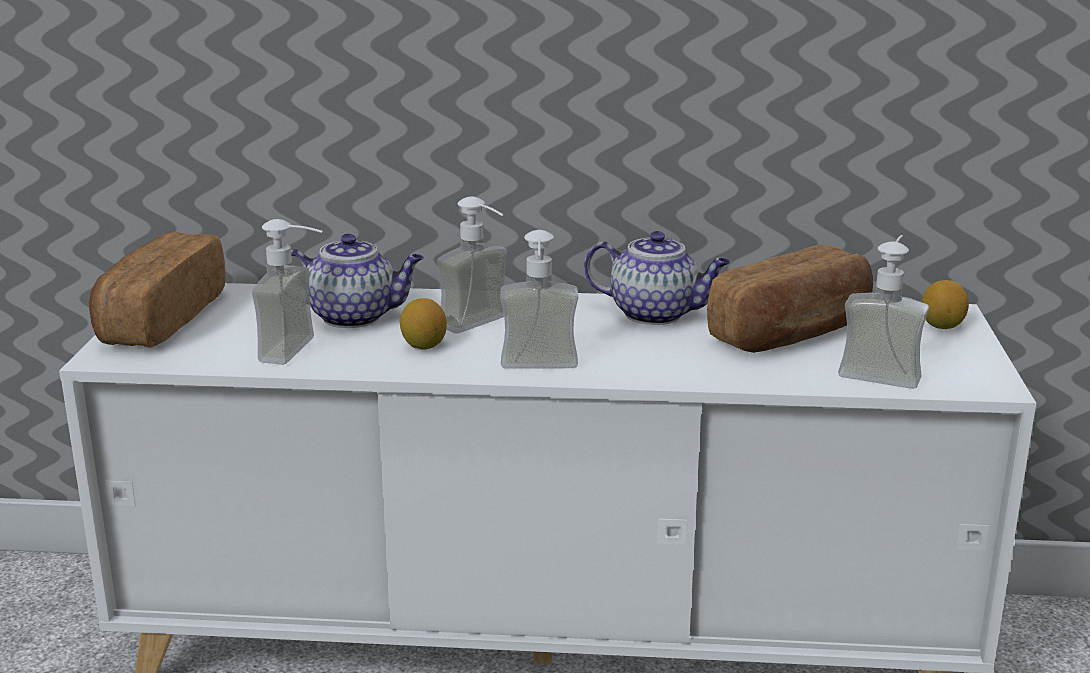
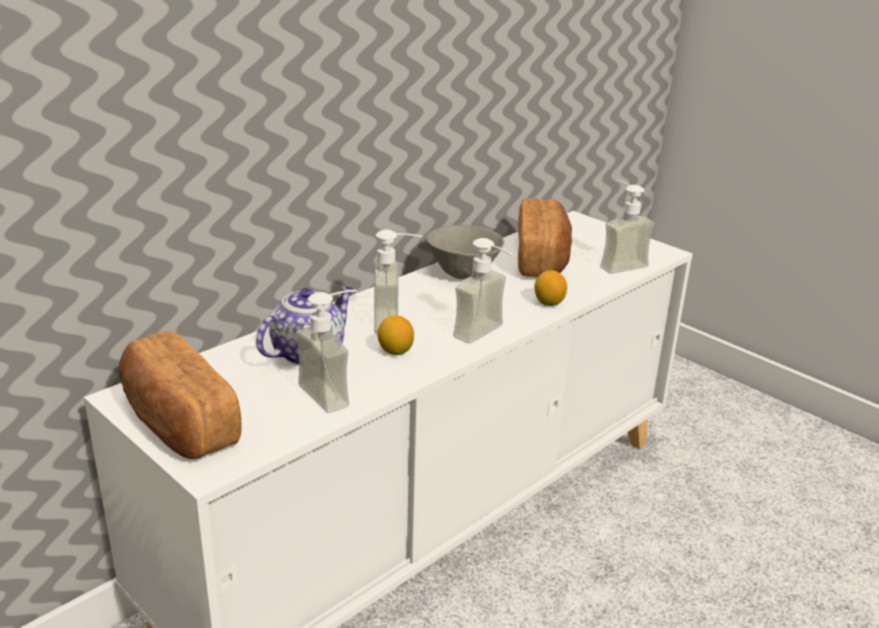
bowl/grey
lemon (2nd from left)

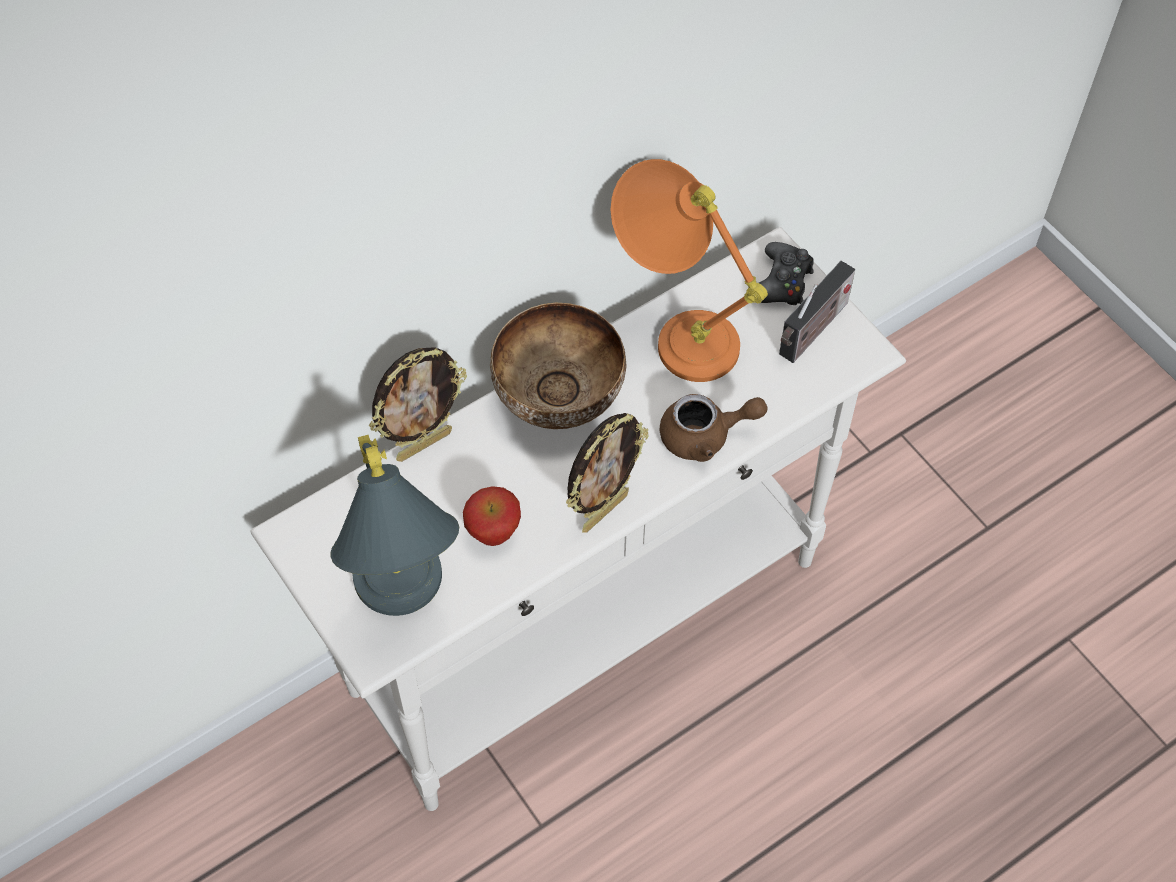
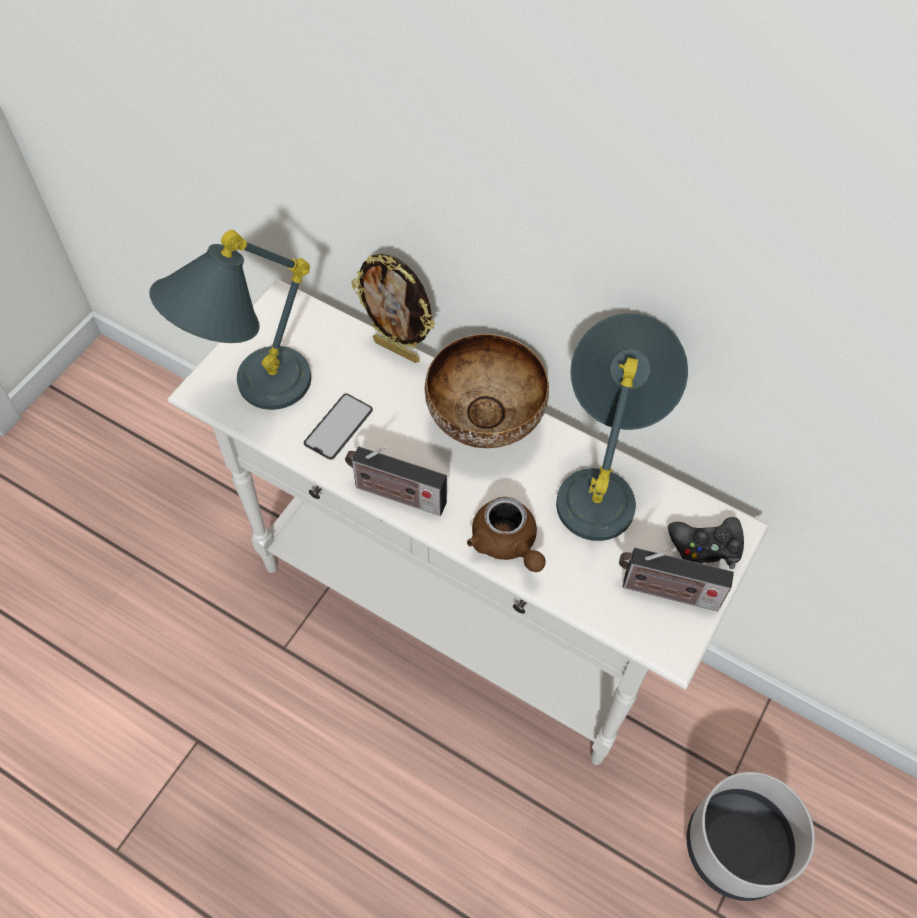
table lamp/grey (2nd from left)
radio (1st from left)
phone
planter/grey

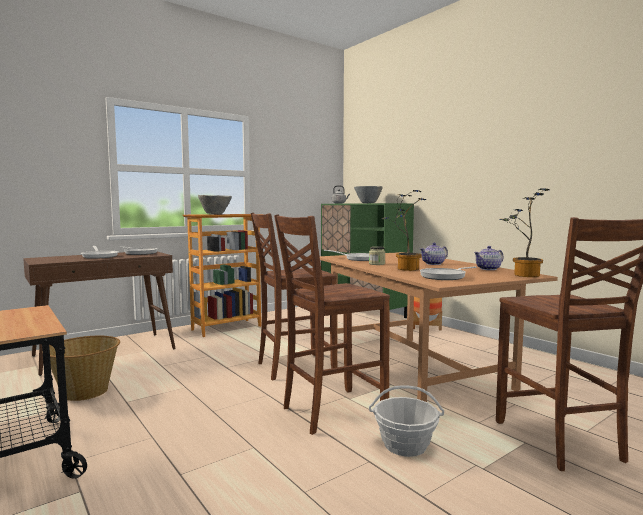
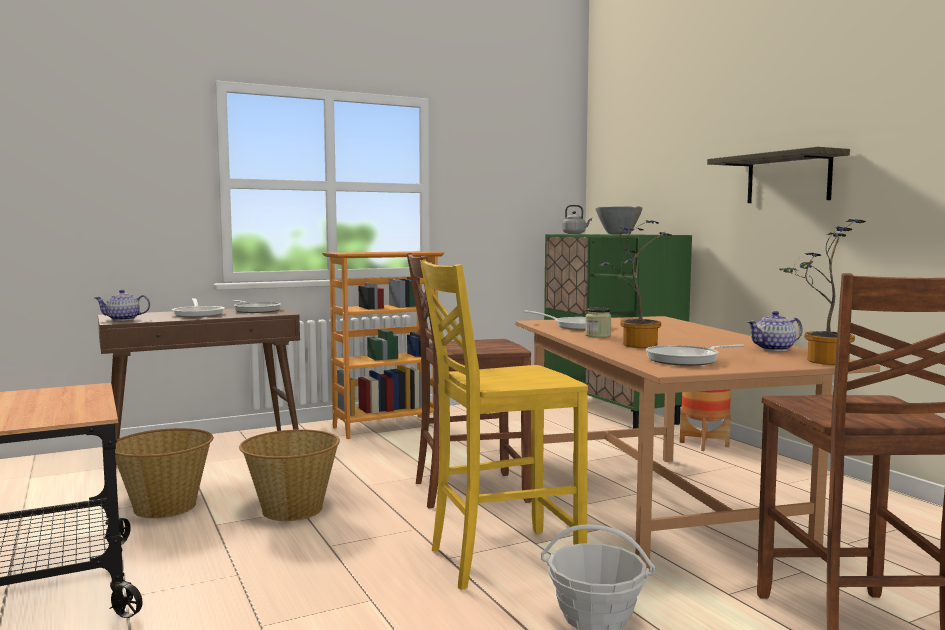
bowl/grey (1st from left in the first image)
chair/yellow
teapot (1st from left)
shelf
basket (2nd from left)

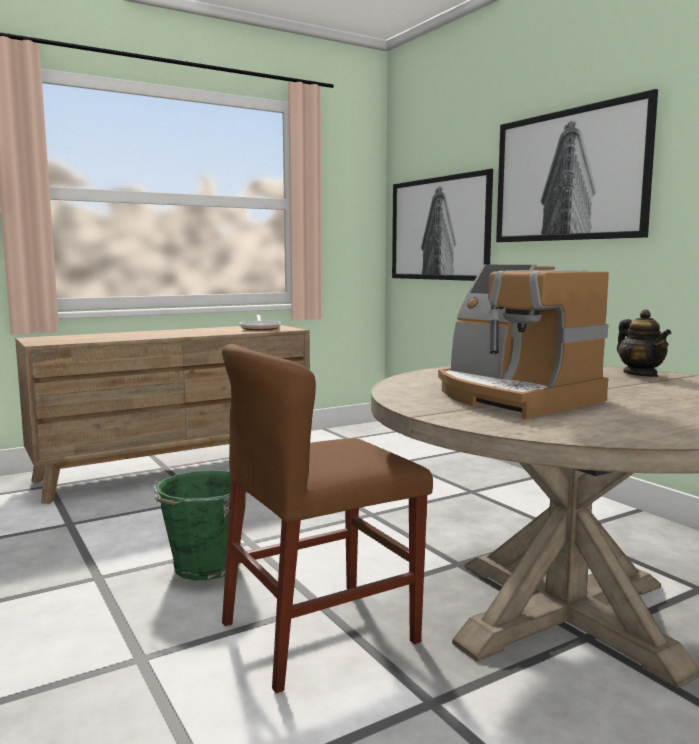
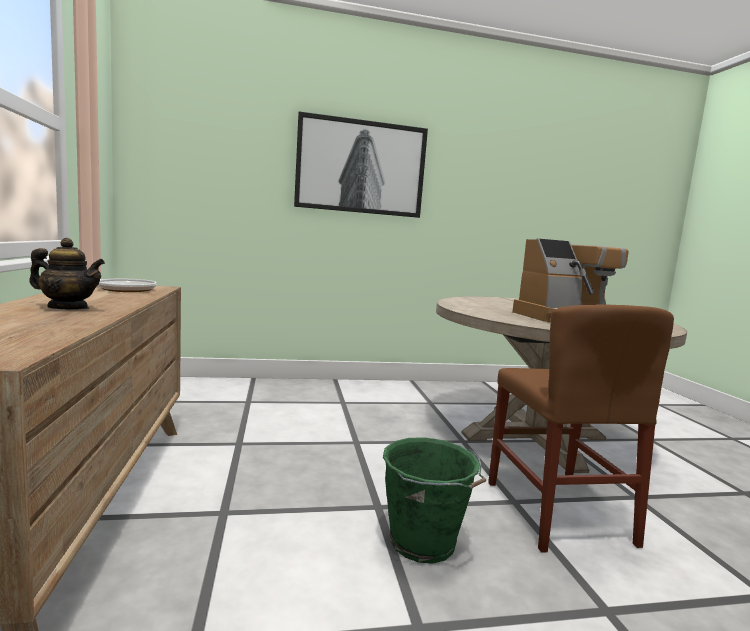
picture (1st from left in the first image)
teapot

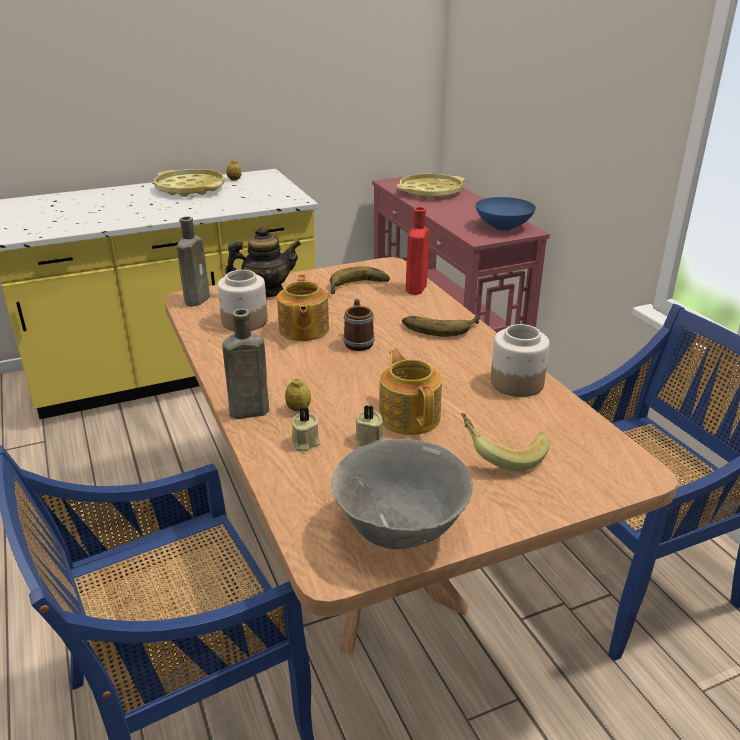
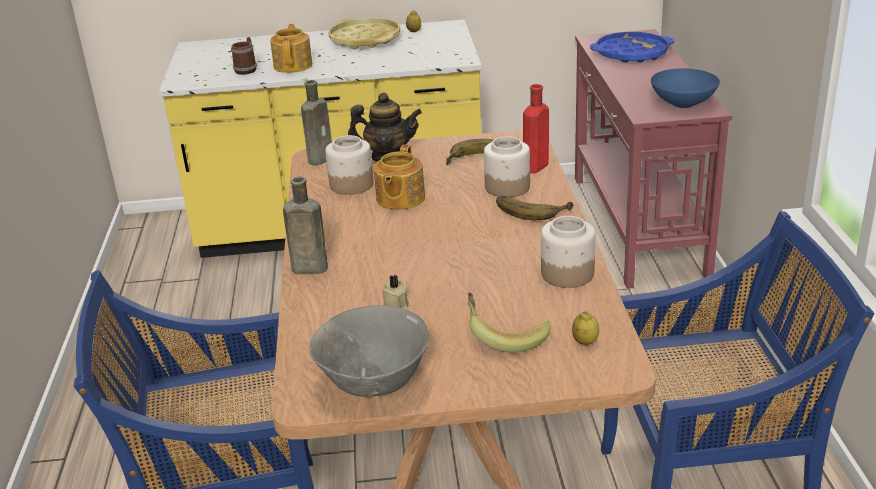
tray/blue
mug
teapot (1st from left)
lemon (2nd from left)
candle/beige (1st from left in the first image)
jar (2nd from left)

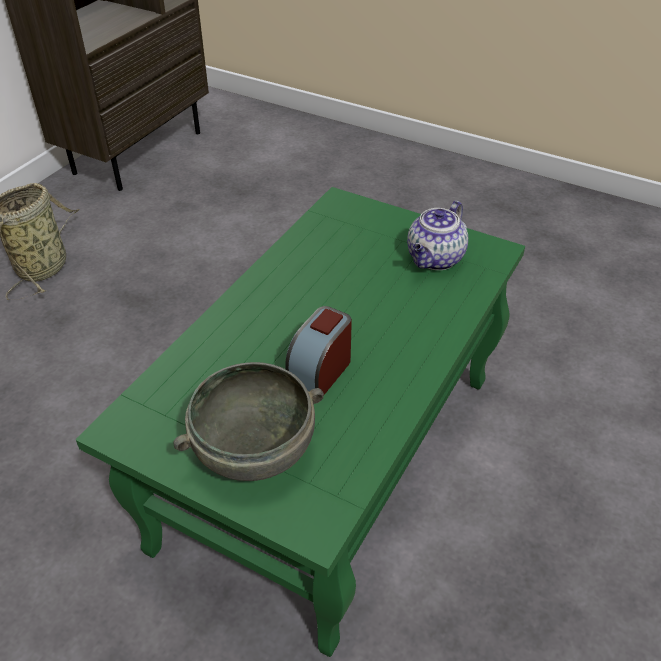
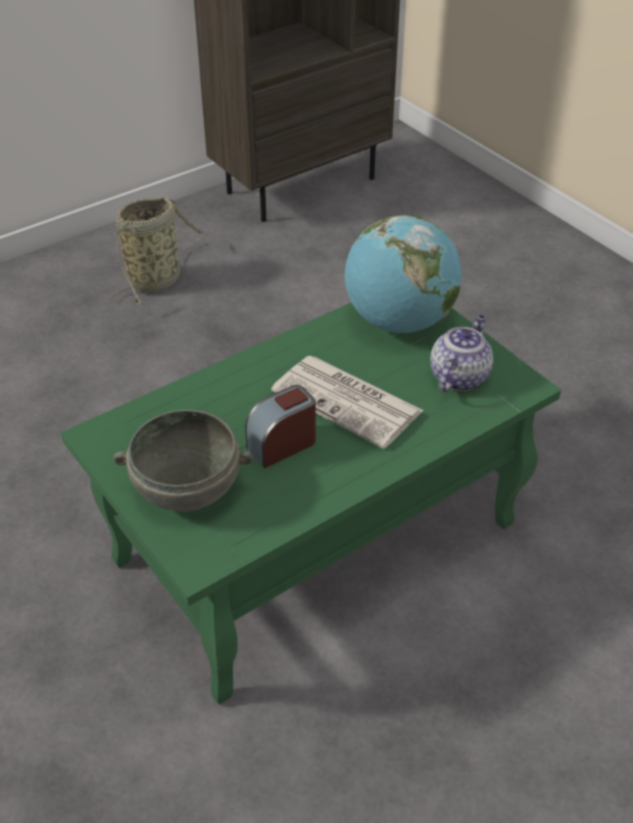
teapot
globe
newspaper

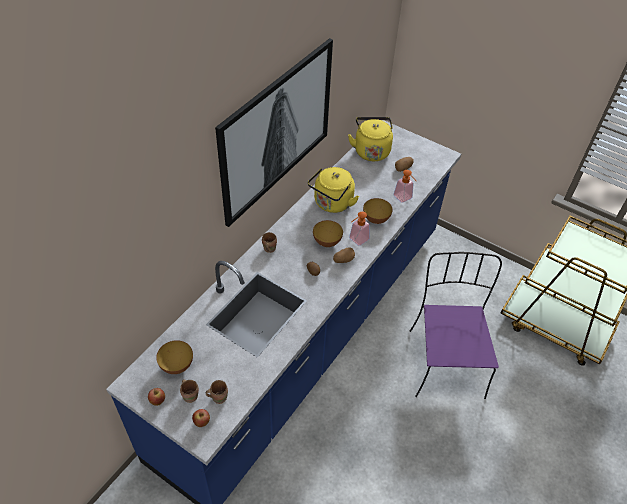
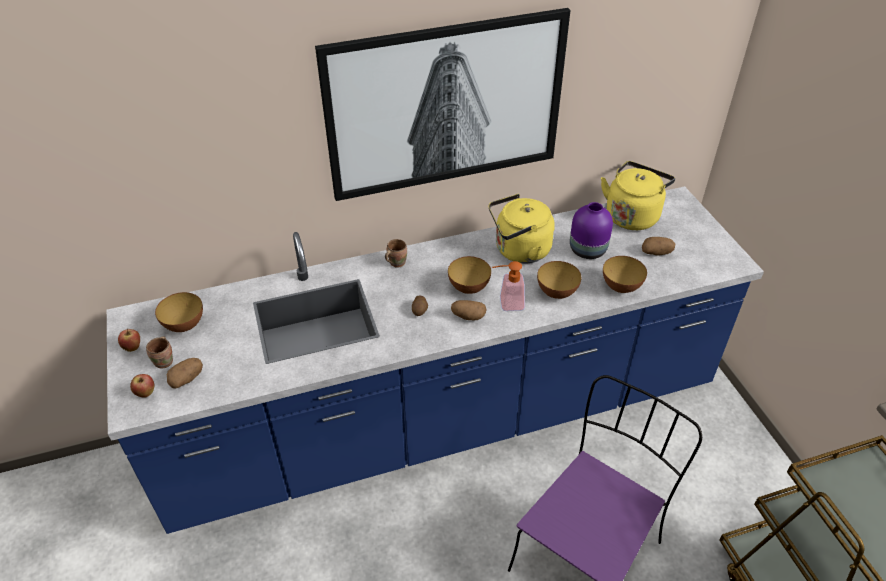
bowl (4th from left)
potato (1st from left)
vase/purple

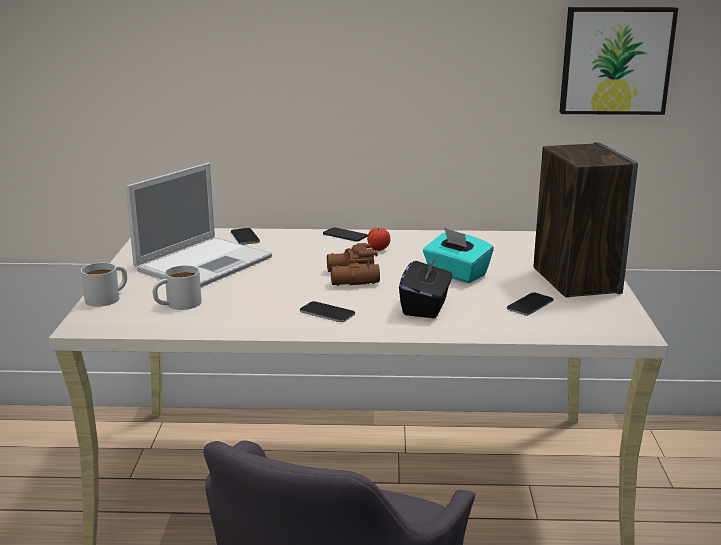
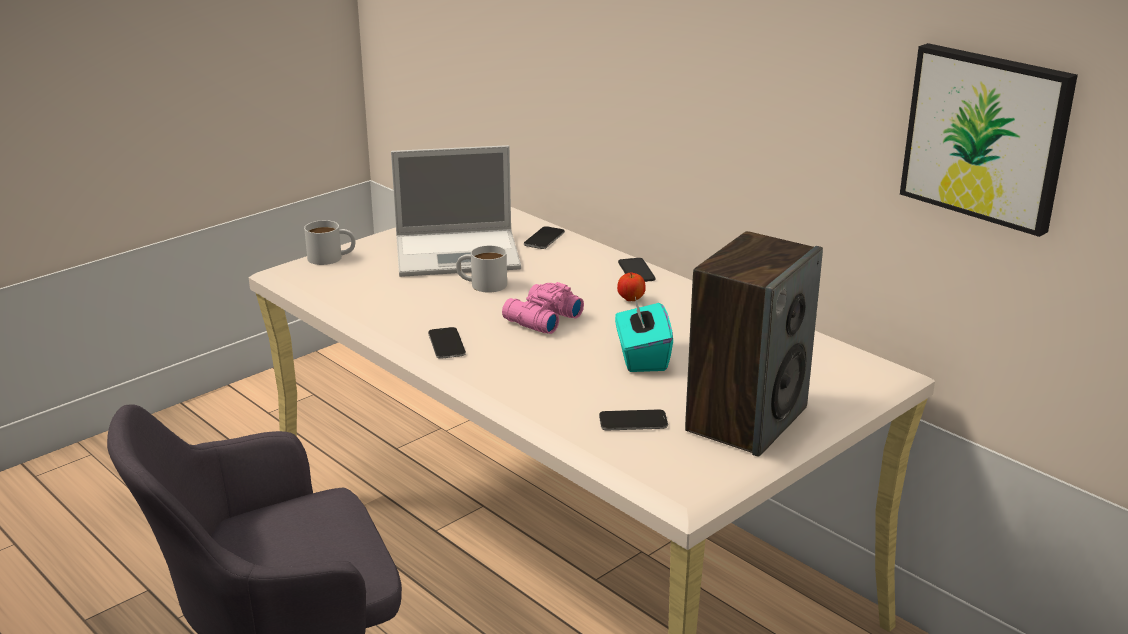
binoculars/pink
tissue box/black
mug/white (2nd from left)

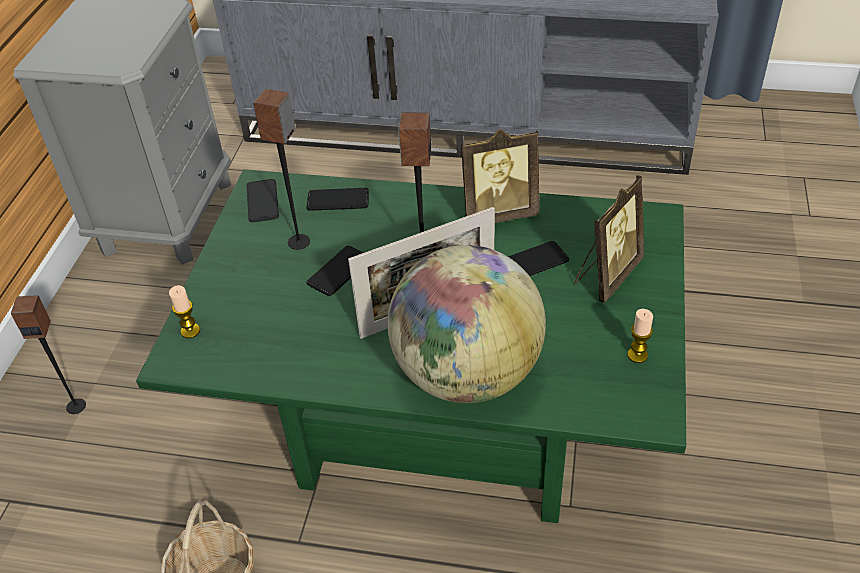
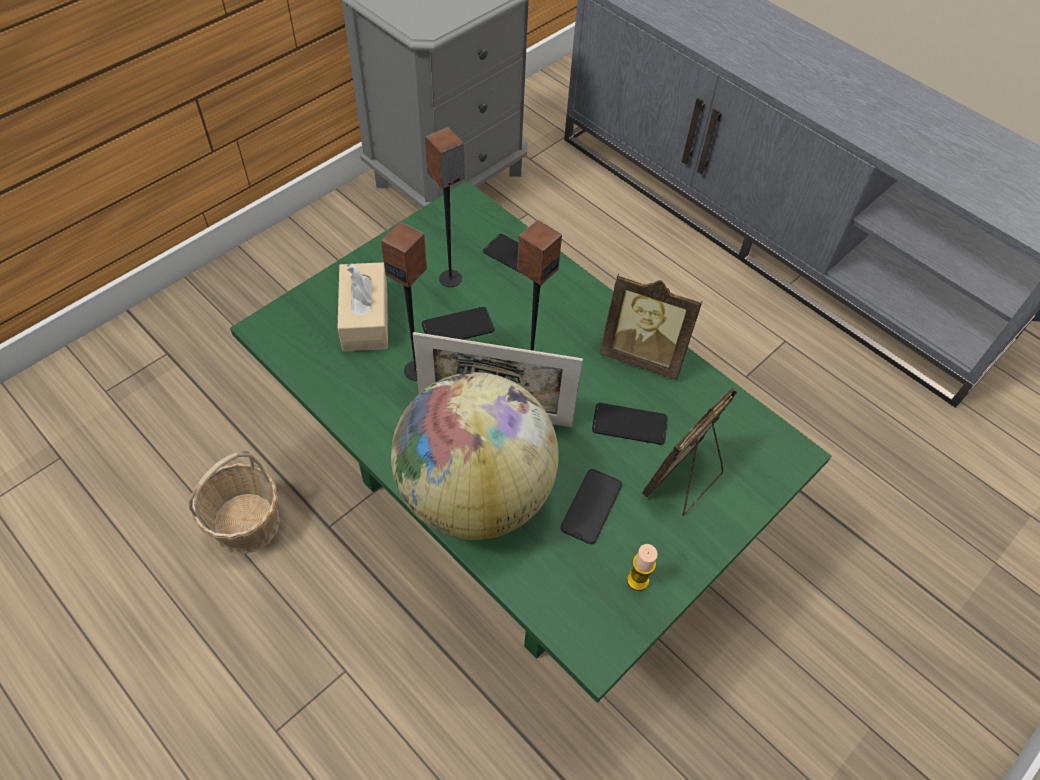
picture frame (3rd from left)
phone (3rd from left)
candle (1st from left in the first image)
speaker (1st from left)
tissue box/beige

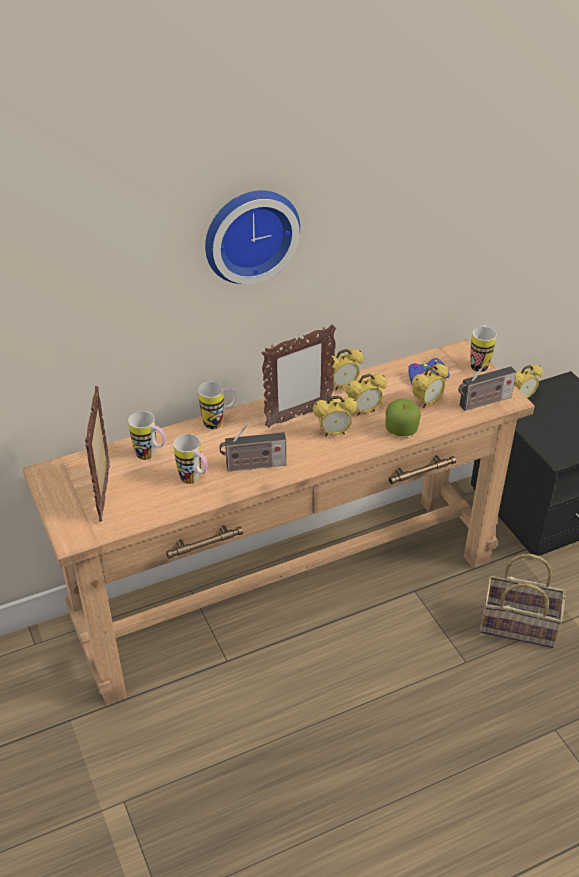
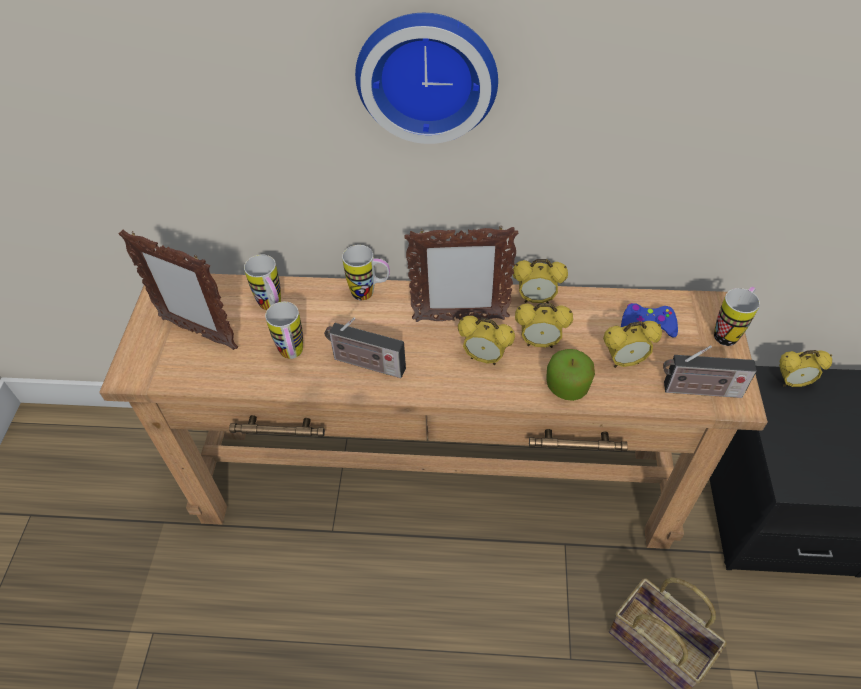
picture frame (1st from left)

